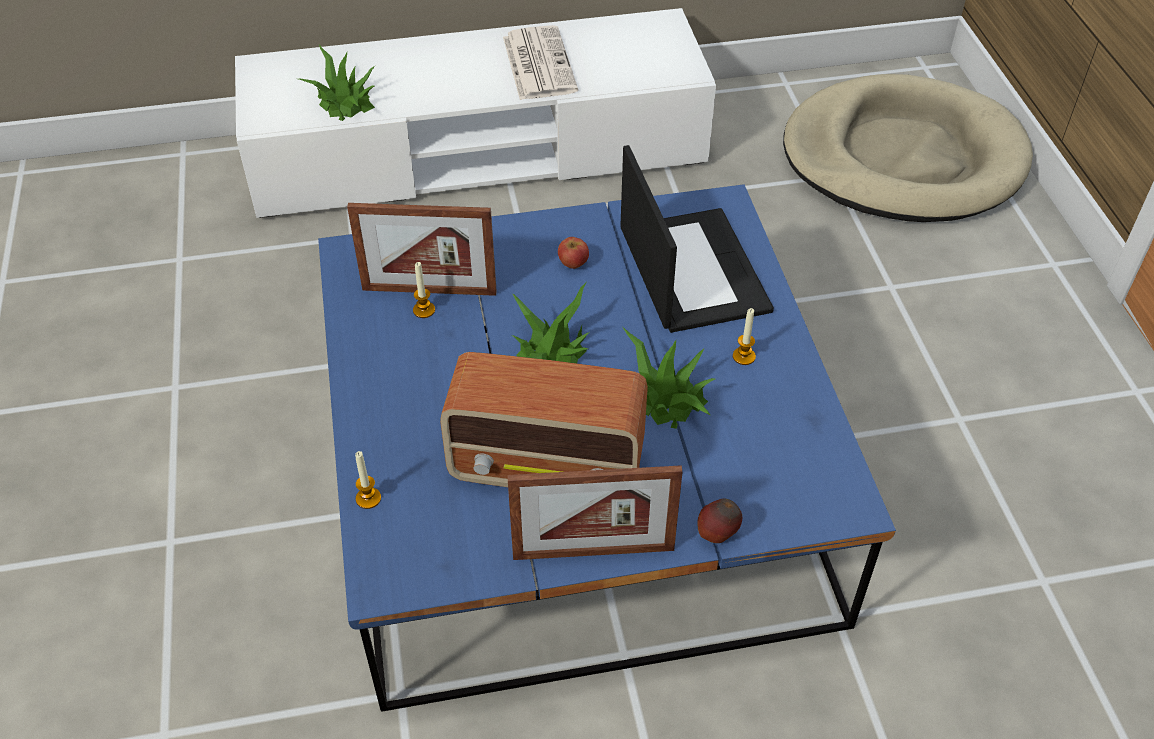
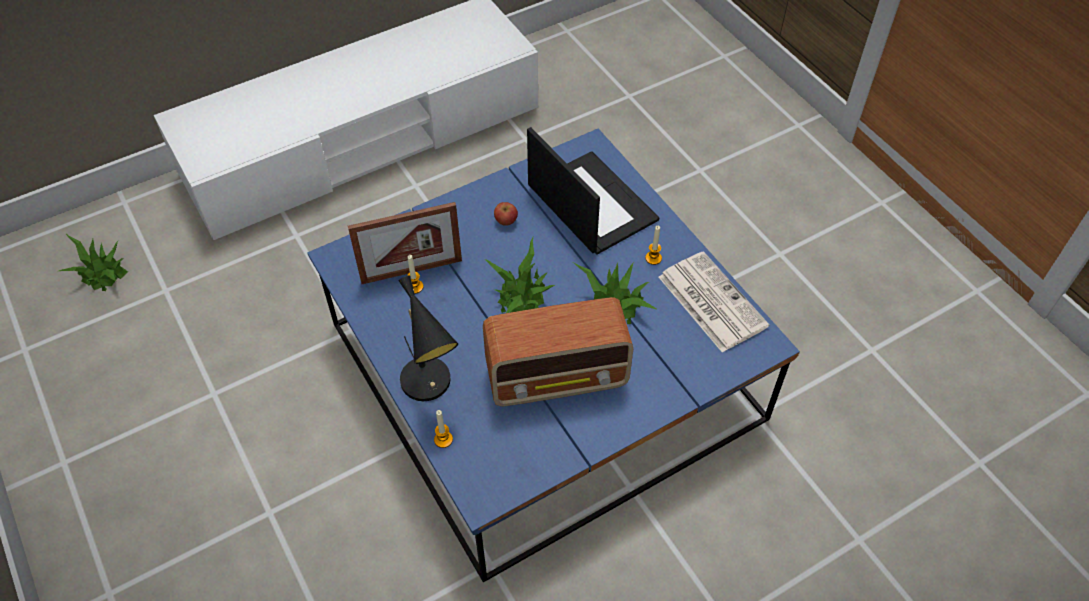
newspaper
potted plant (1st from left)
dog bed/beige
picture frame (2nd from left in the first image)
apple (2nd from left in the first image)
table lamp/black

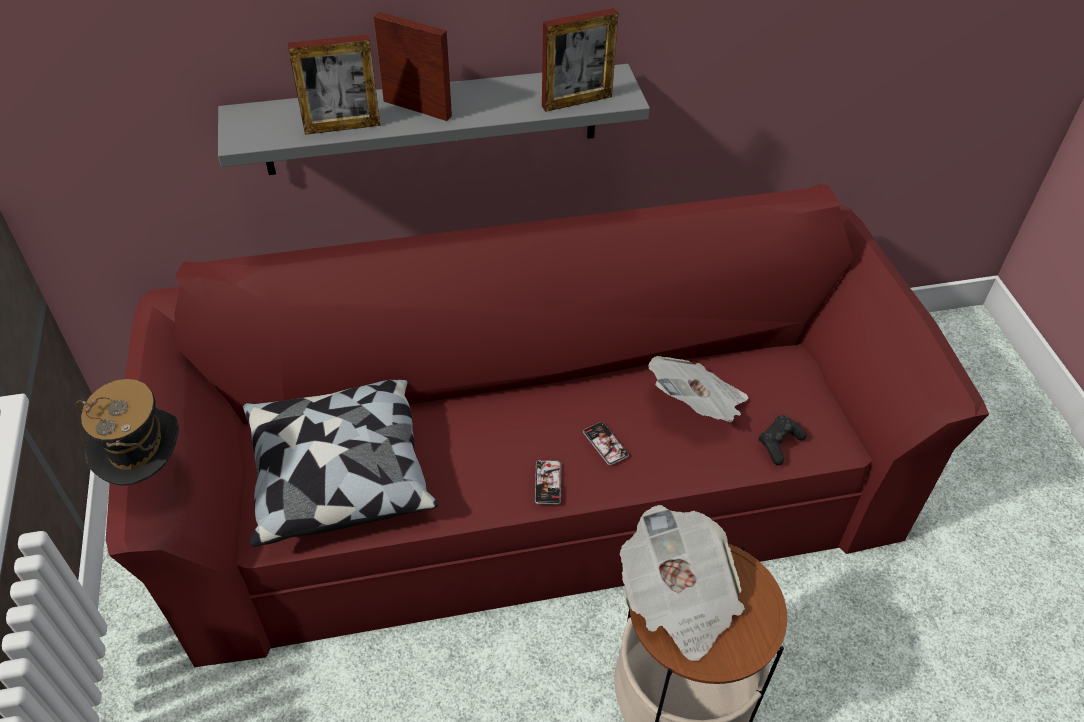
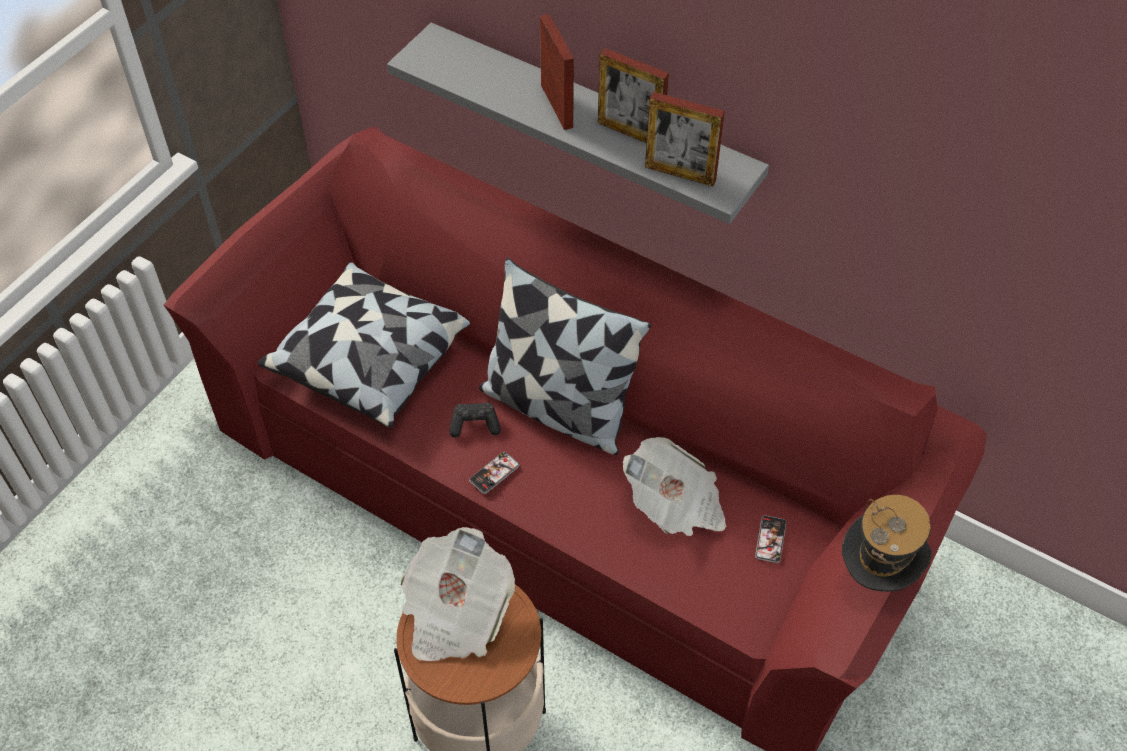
picture frame (2nd from left)
hat
game controller/black
phone (2nd from left)
pillow (2nd from left)

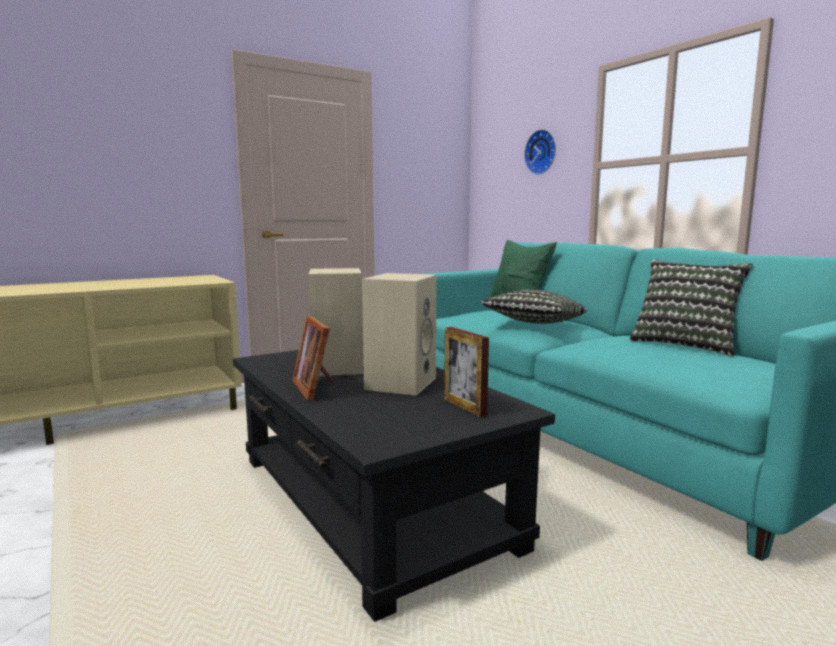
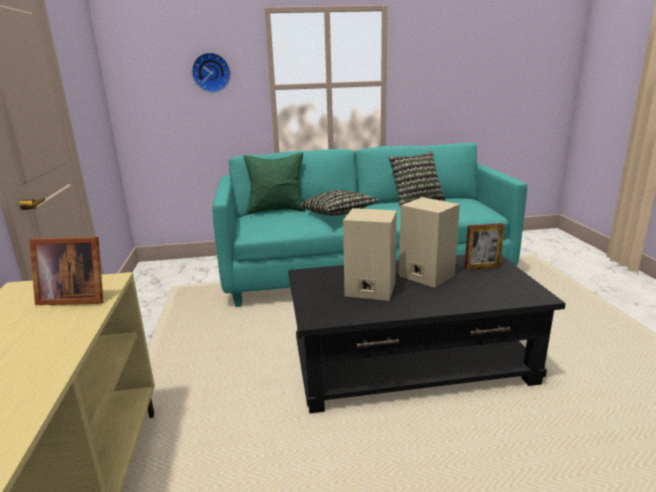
picture frame (1st from left)

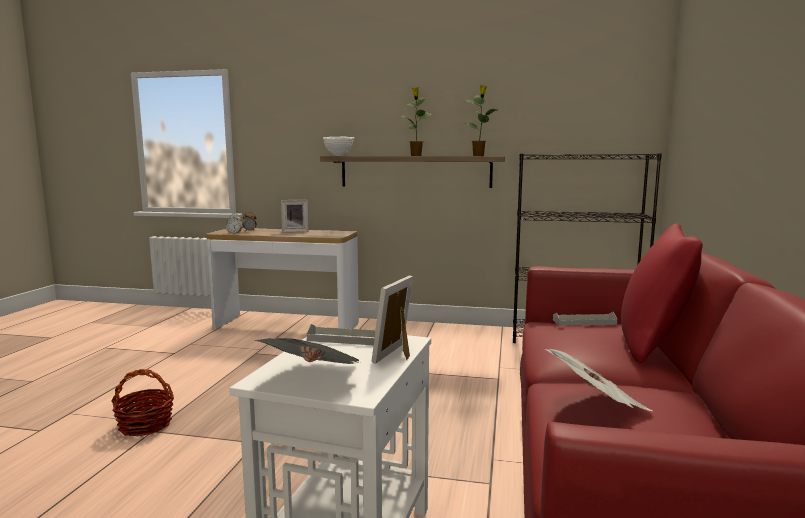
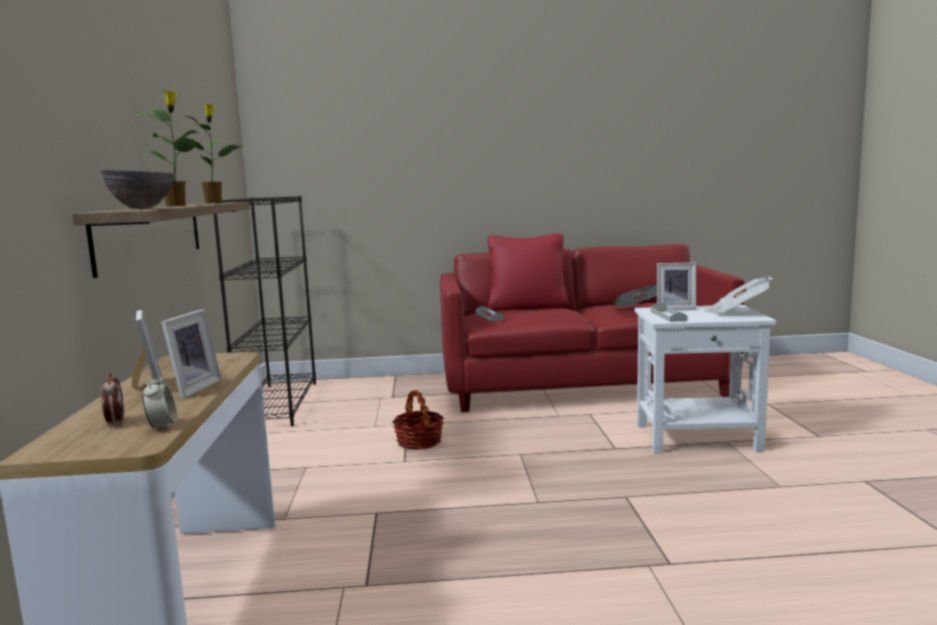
bowl/brown
basket
picture frame (2nd from left)

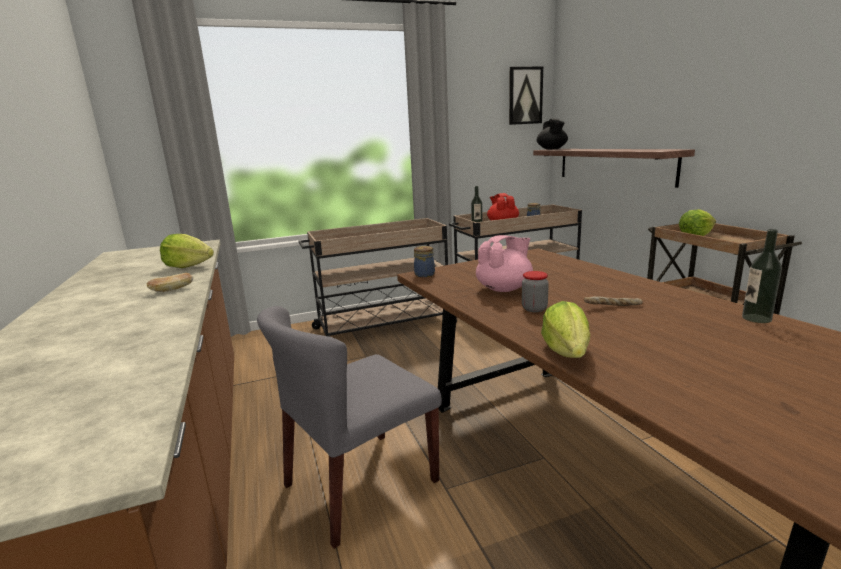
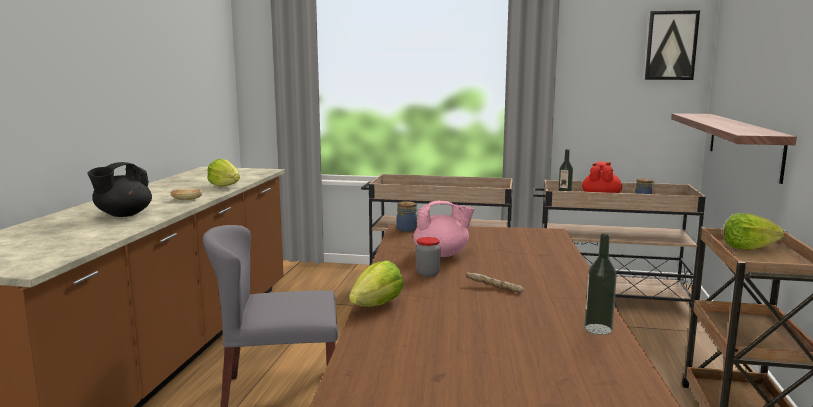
teapot/black

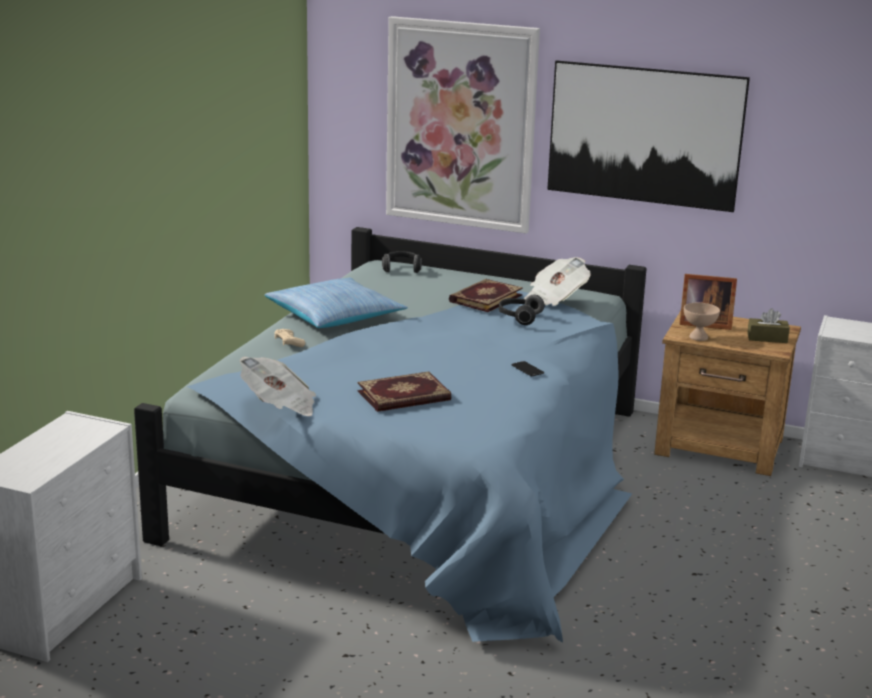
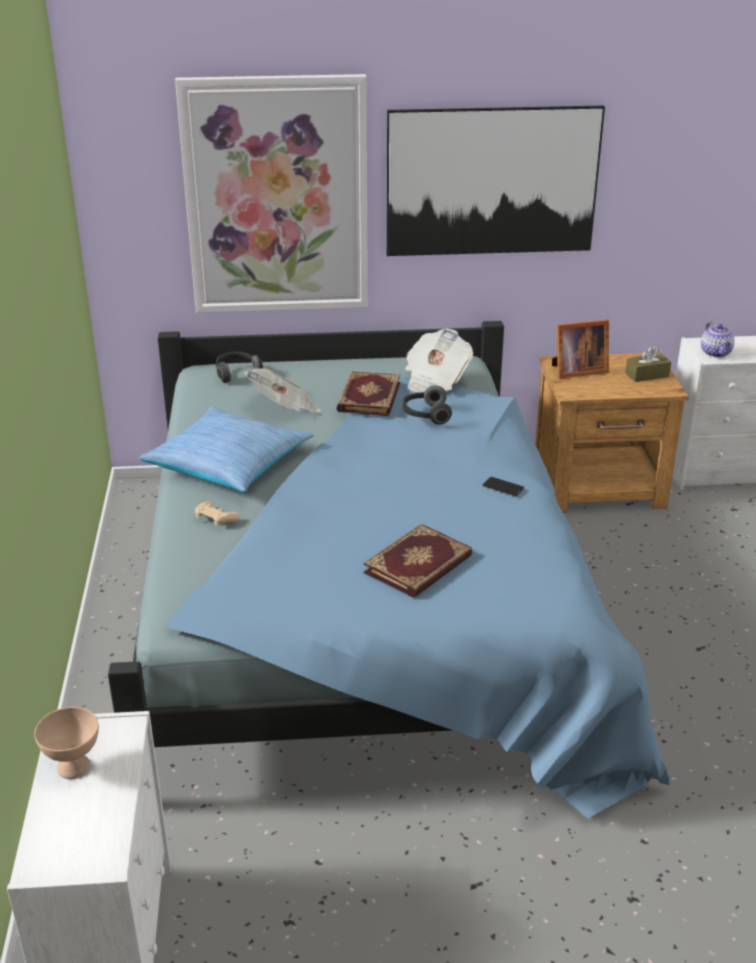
bowl/beige
newspaper (1st from left)
teapot

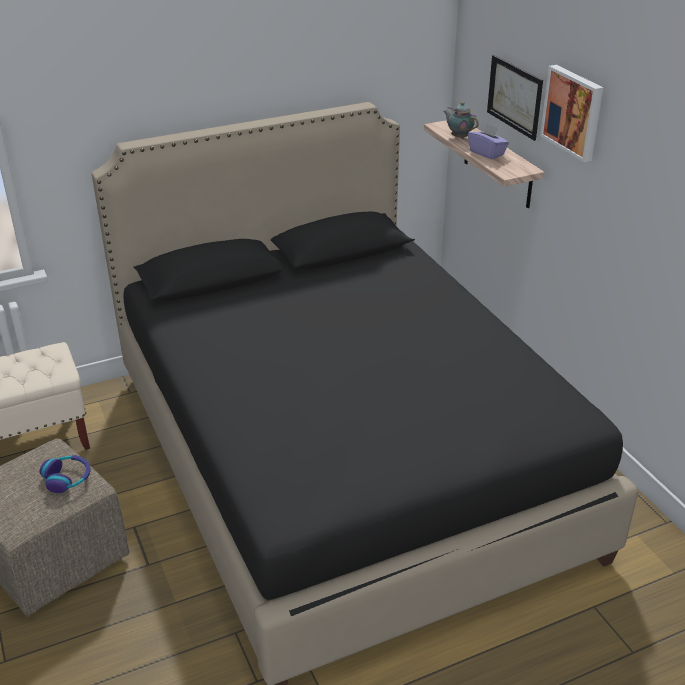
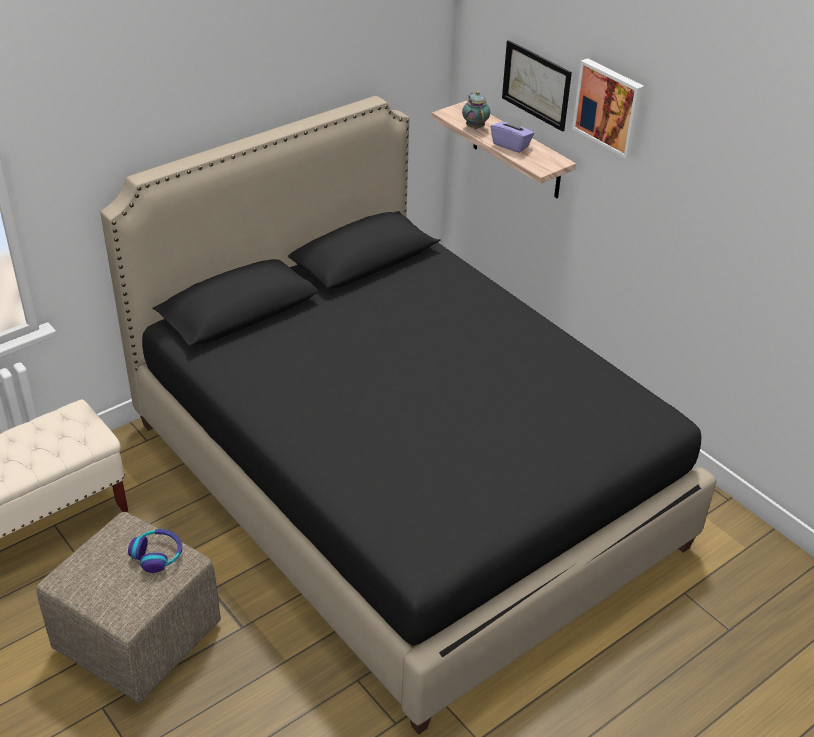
teapot

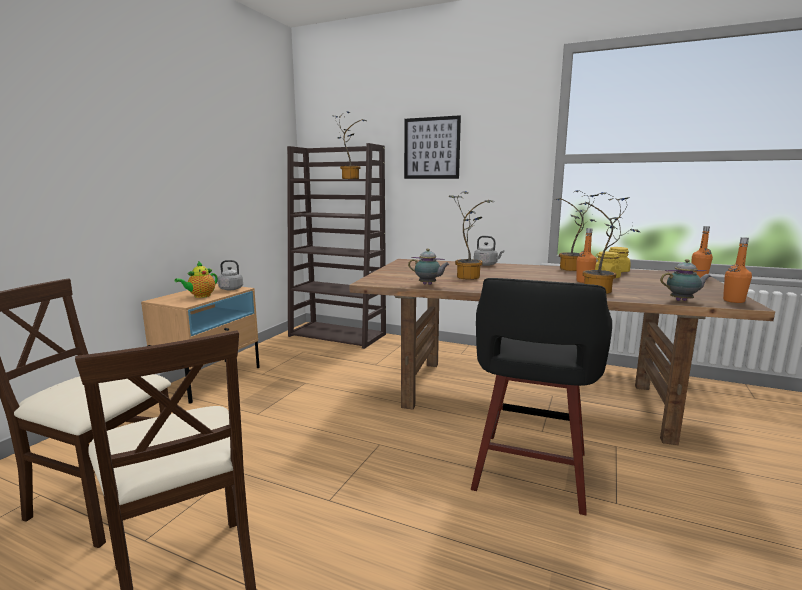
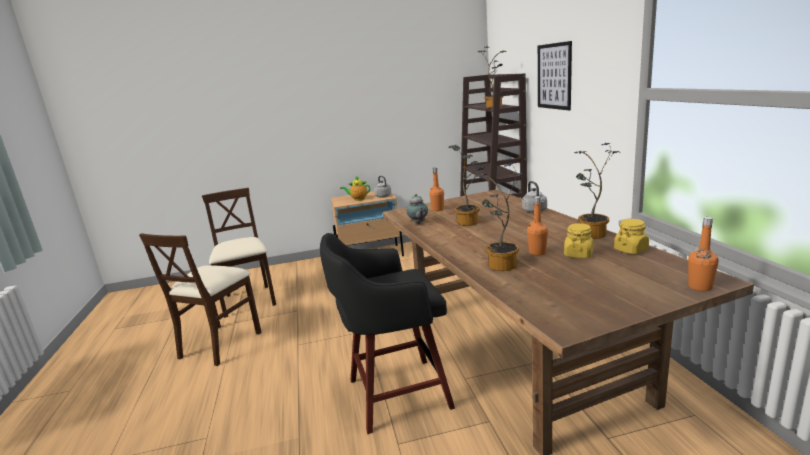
bottle/orange (1st from left)
teapot (3rd from left in the first image)

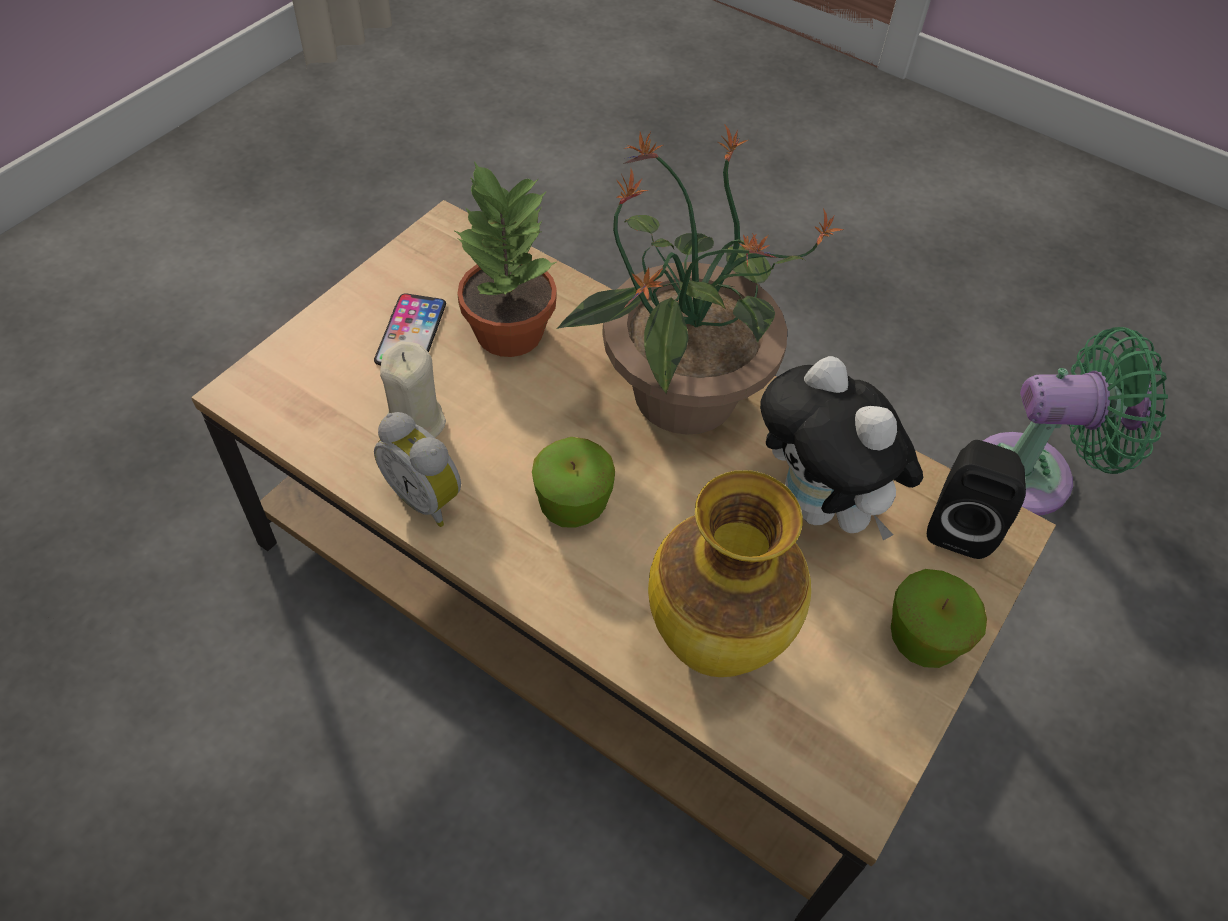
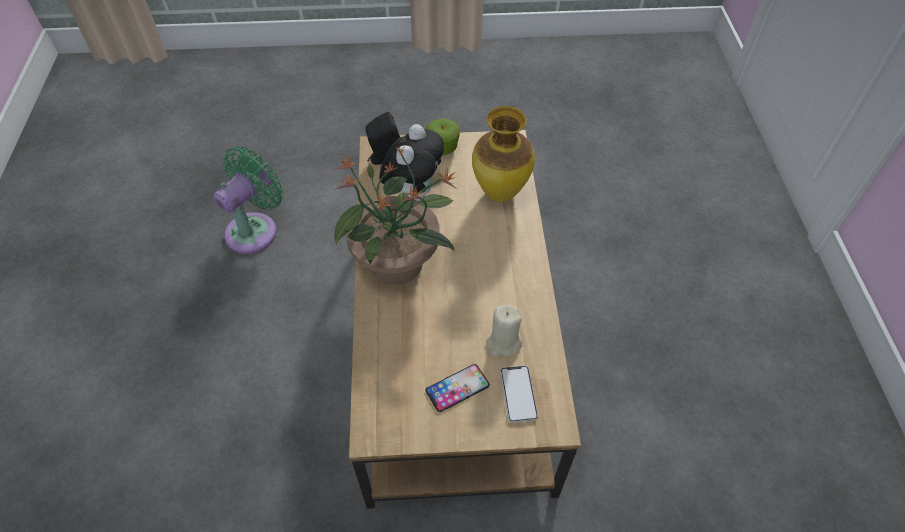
potted plant (1st from left in the first image)
fan/green
alarm clock
apple (1st from left in the first image)
phone (2nd from left)

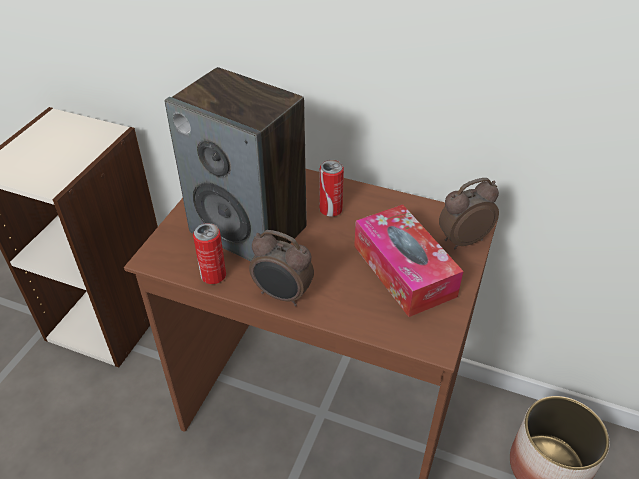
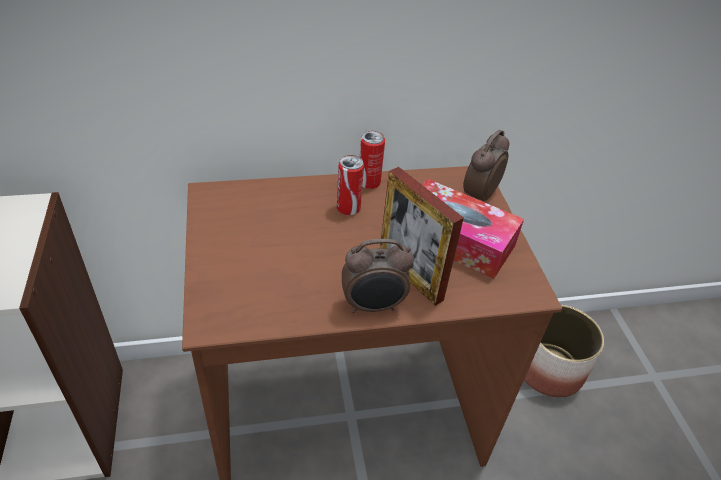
speaker
can (2nd from left)
picture frame

